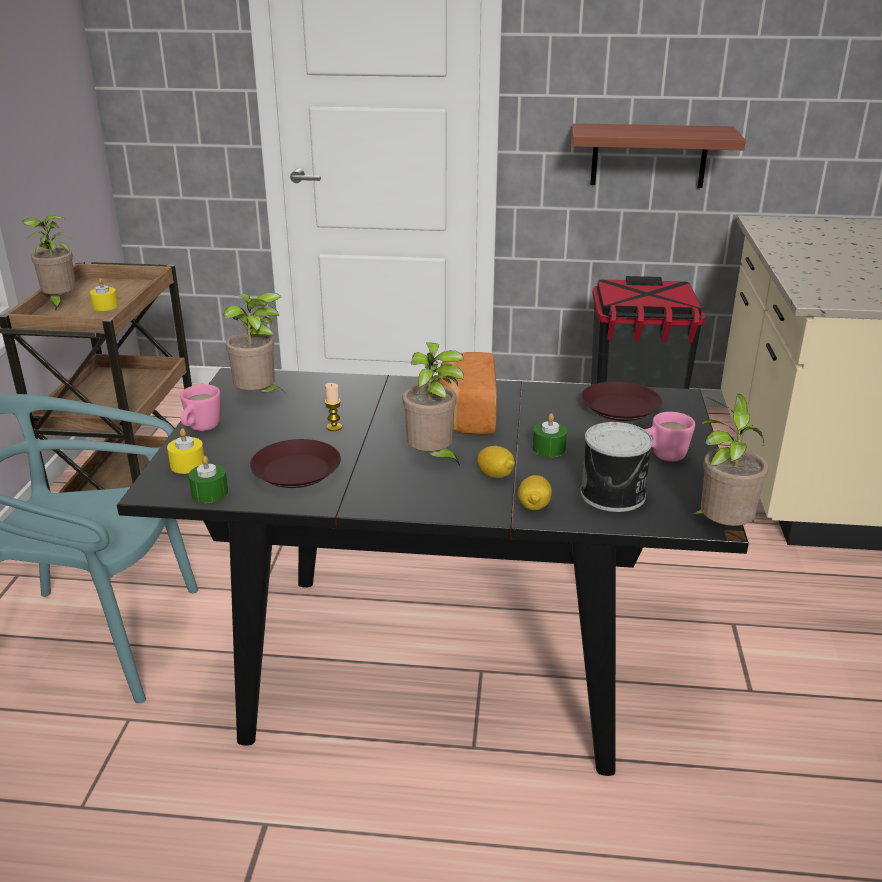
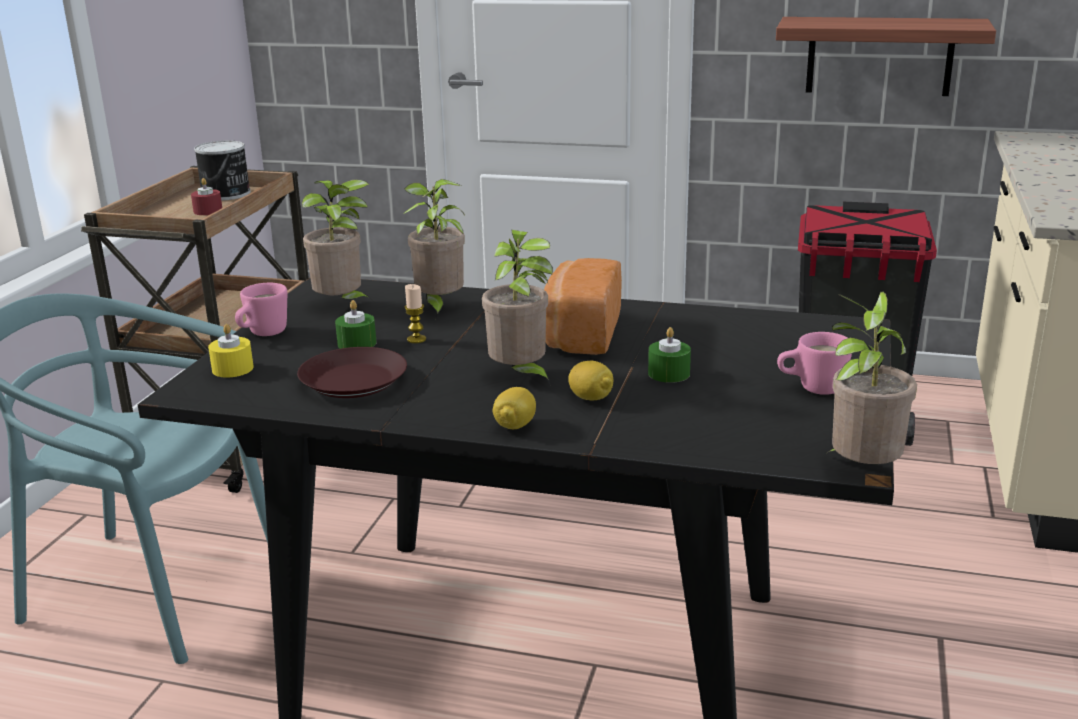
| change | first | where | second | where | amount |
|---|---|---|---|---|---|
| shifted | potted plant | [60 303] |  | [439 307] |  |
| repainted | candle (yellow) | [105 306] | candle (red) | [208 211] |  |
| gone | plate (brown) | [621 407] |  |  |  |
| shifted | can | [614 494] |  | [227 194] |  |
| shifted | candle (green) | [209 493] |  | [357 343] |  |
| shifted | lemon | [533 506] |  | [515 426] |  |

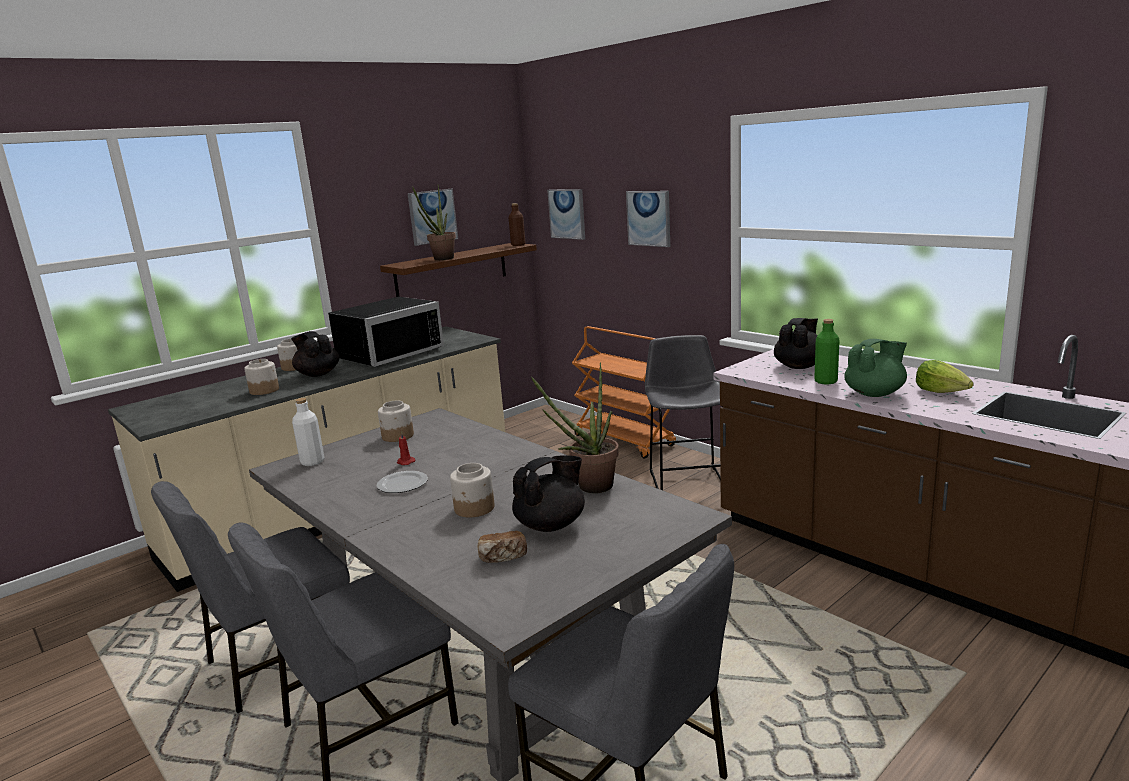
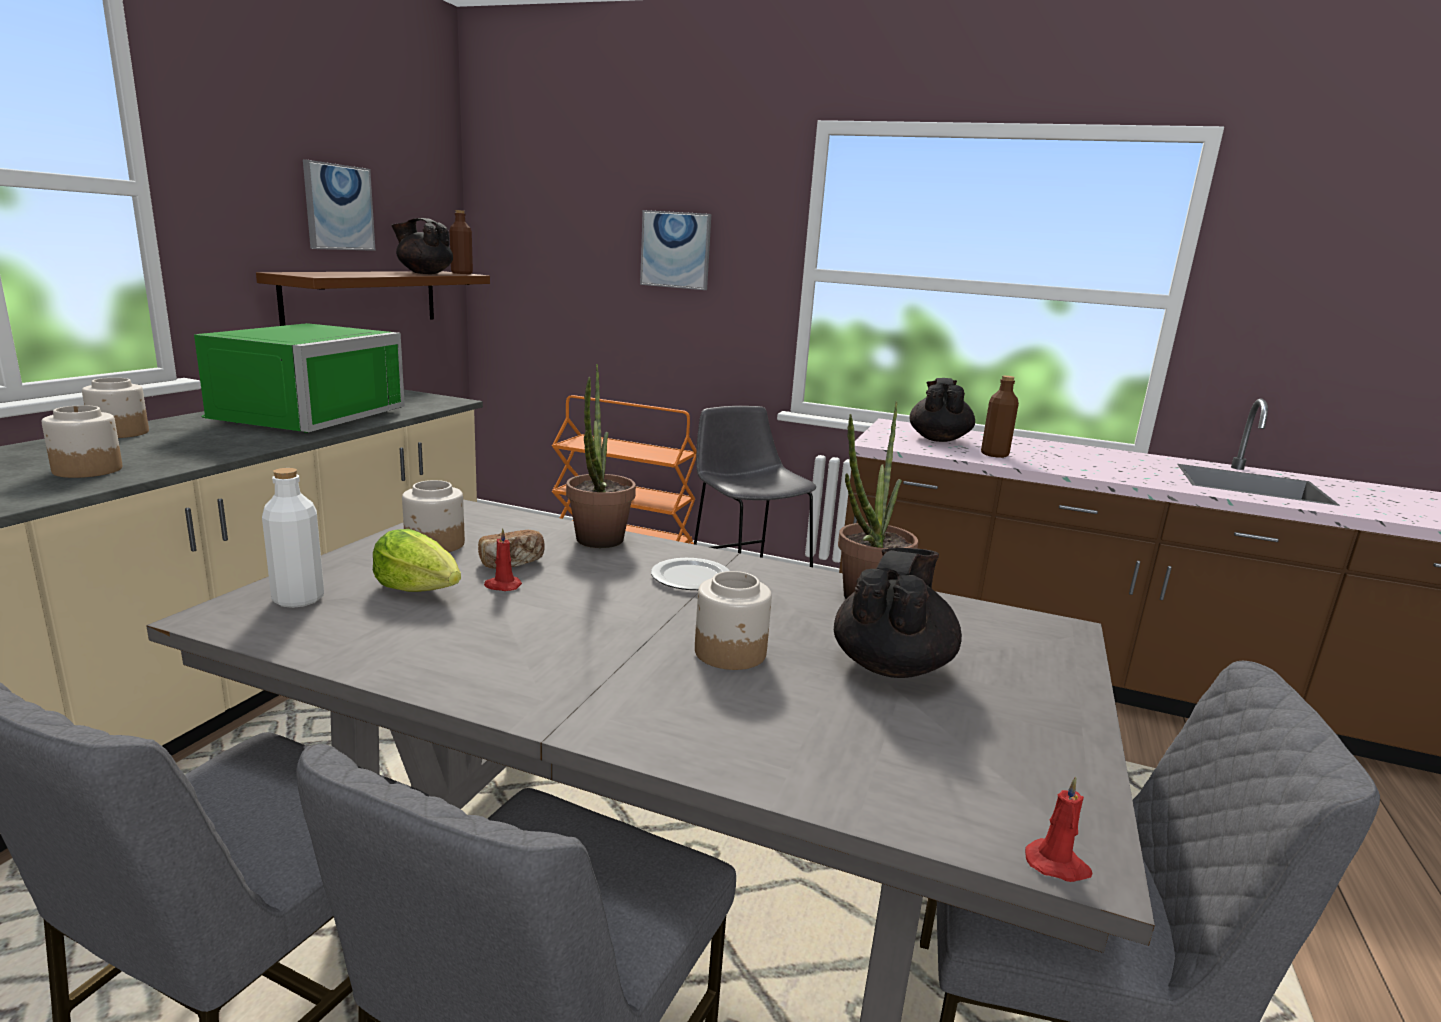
| change | first | where | second | where | amount |
|---|---|---|---|---|---|
| shifted | potted plant | [441 259] |  | [598 543] |  |
| gone | picture | [567 214] |  |  |  |
| repainted | microwave (black) | [387 353] | microwave (green) | [301 416] |  |
| repainted | bottle (green) | [825 381] | bottle (brown) | [994 454] |  |
| shifted | teapot (black) | [317 374] |  | [424 273] |  |
| gone | teapot (green) | [875 394] |  |  |  |
| shifted | lettuce | [941 392] |  | [420 589] |  |
| shifted | plate | [402 484] |  | [691 578] |  |
| shifted | bread | [503 558] |  | [512 563] |  |
| new |  |  | candle (red) | [1057 865] |  |

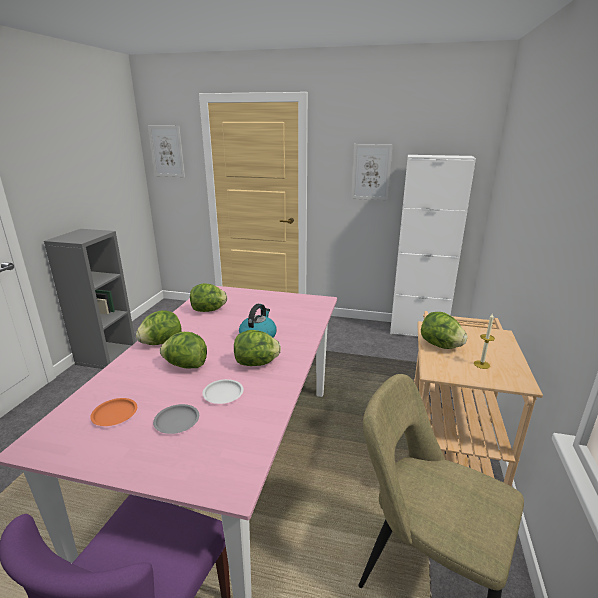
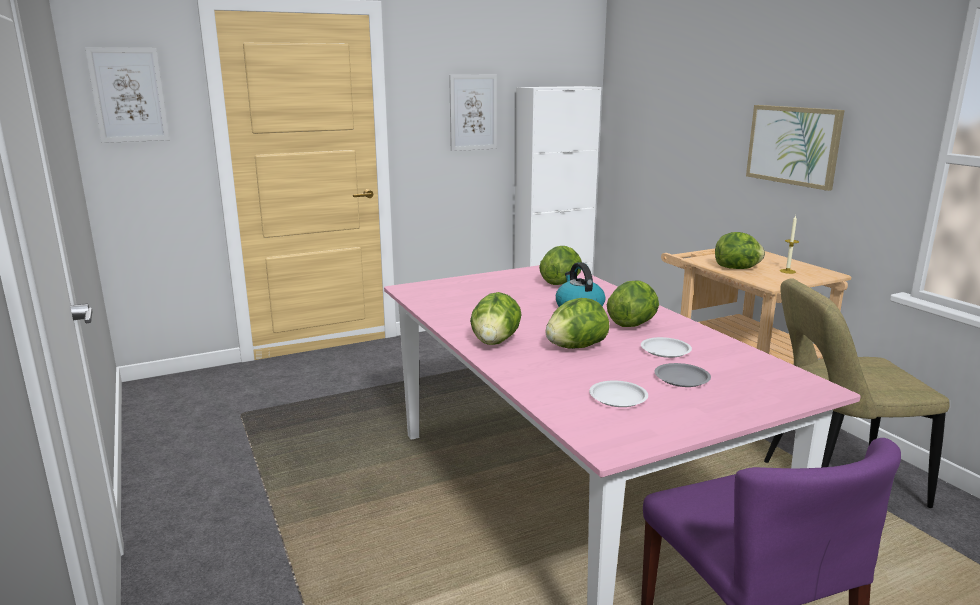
| change | first | where | second | where | amount |
|---|---|---|---|---|---|
| gone | bookcase (grey) | [106 355] |  |  |  |
| shifted | lettuce | [209 310] |  | [561 283] |  |
| repainted | plate (orange) | [114 415] | plate (white) | [618 398] |  |
| new |  |  | picture | [793 145] |  |

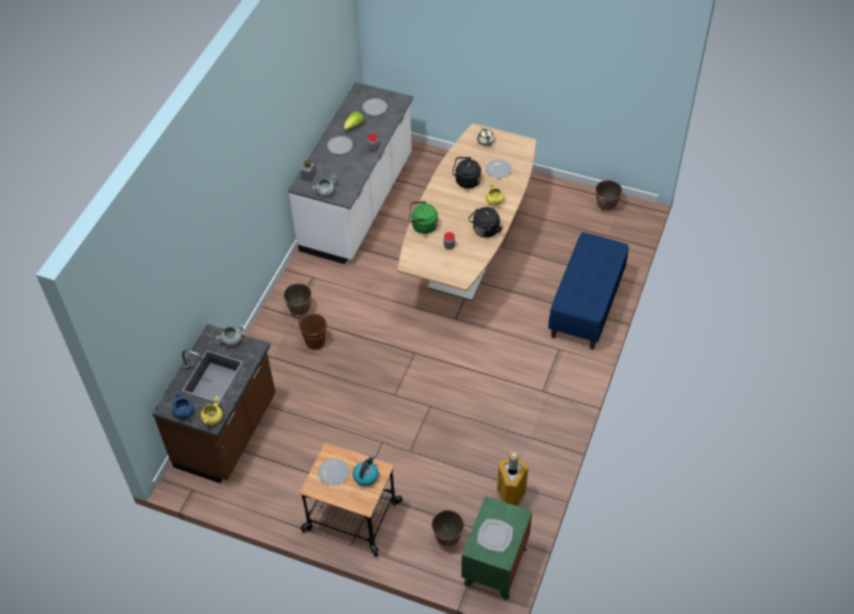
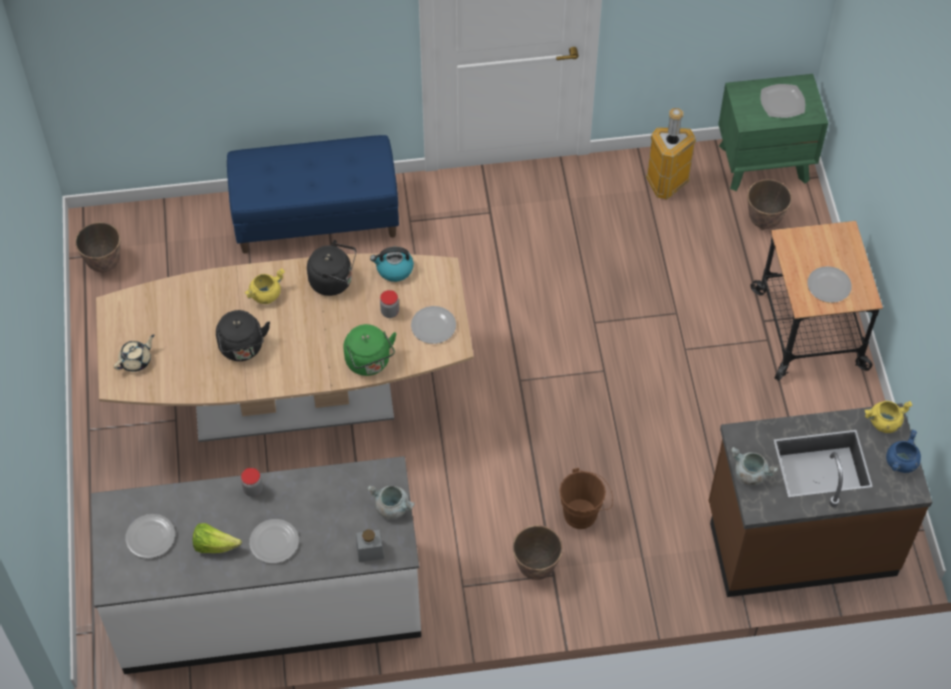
| change | first | where | second | where | amount |
|---|---|---|---|---|---|
| shifted | plate | [498 169] |  | [433 326] |  |
| shifted | kettle | [366 476] |  | [394 269] |  |

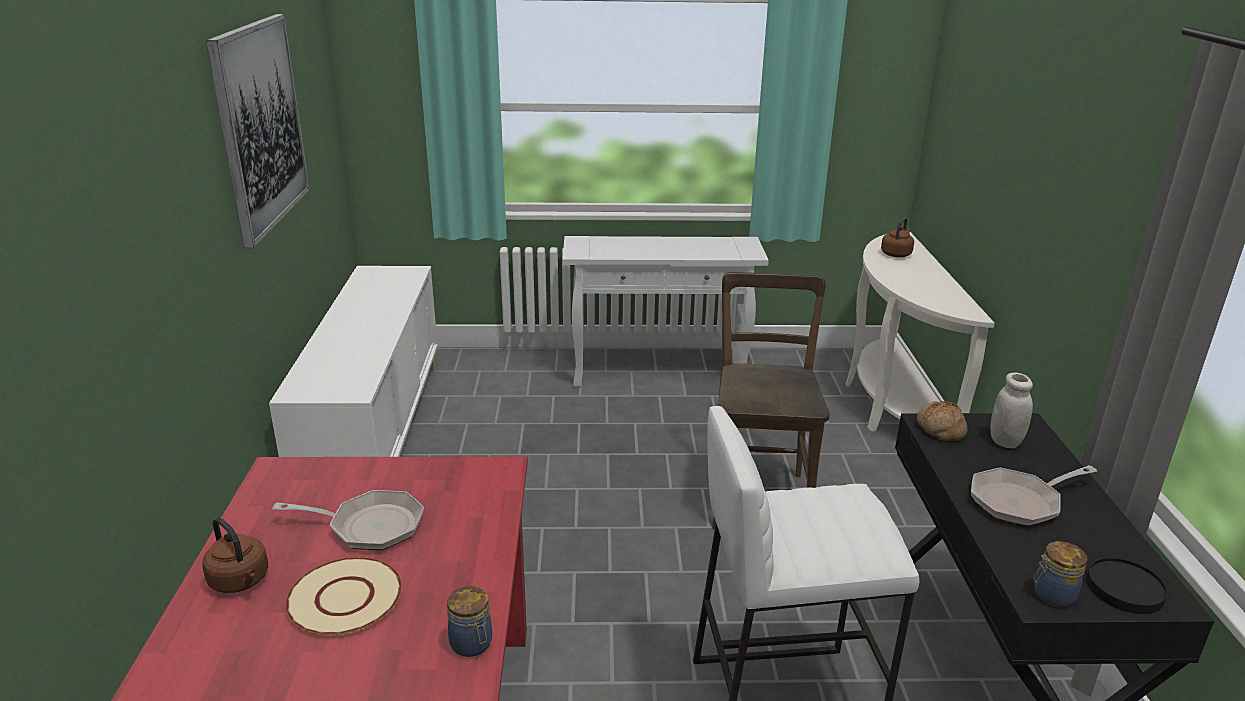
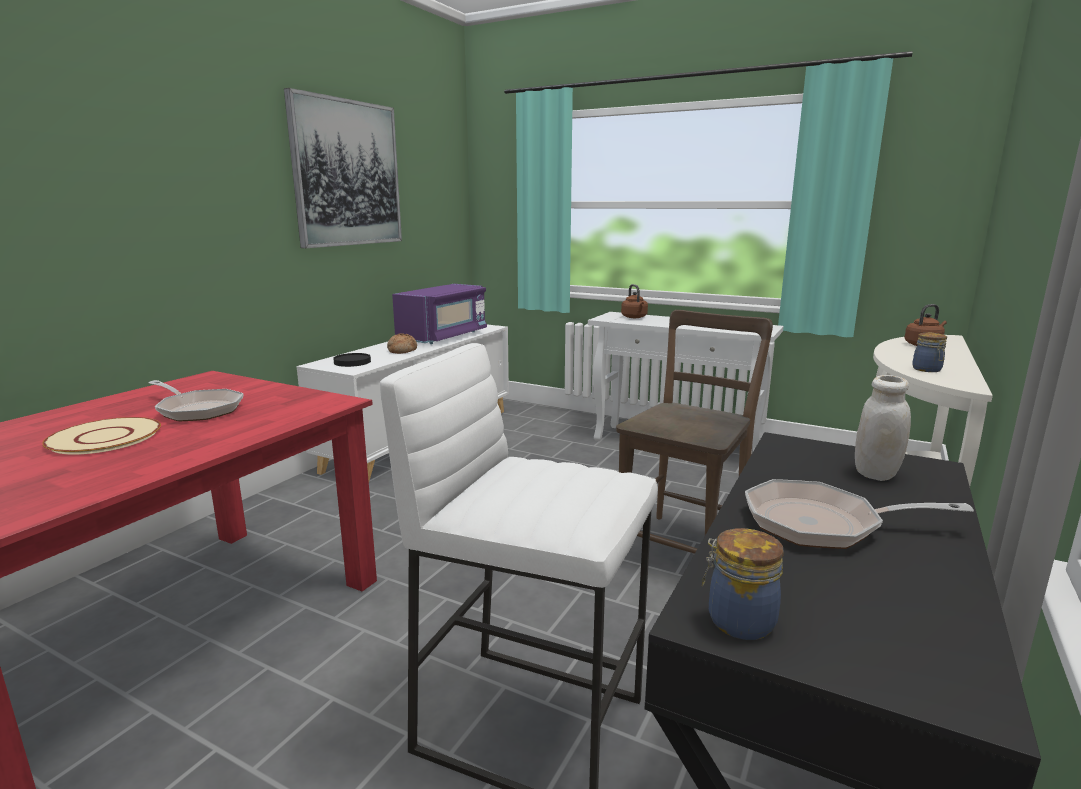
| change | first | where | second | where | amount |
|---|---|---|---|---|---|
| shifted | bread | [940 429] |  | [402 350] |  |
| shifted | kettle (brown) | [241 581] |  | [634 317] |  |
| shifted | plate (black) | [1124 588] |  | [352 362] |  |
| shifted | jar | [472 645] |  | [927 370] |  |
| new |  |  | microwave (purple) | [444 337] |  |

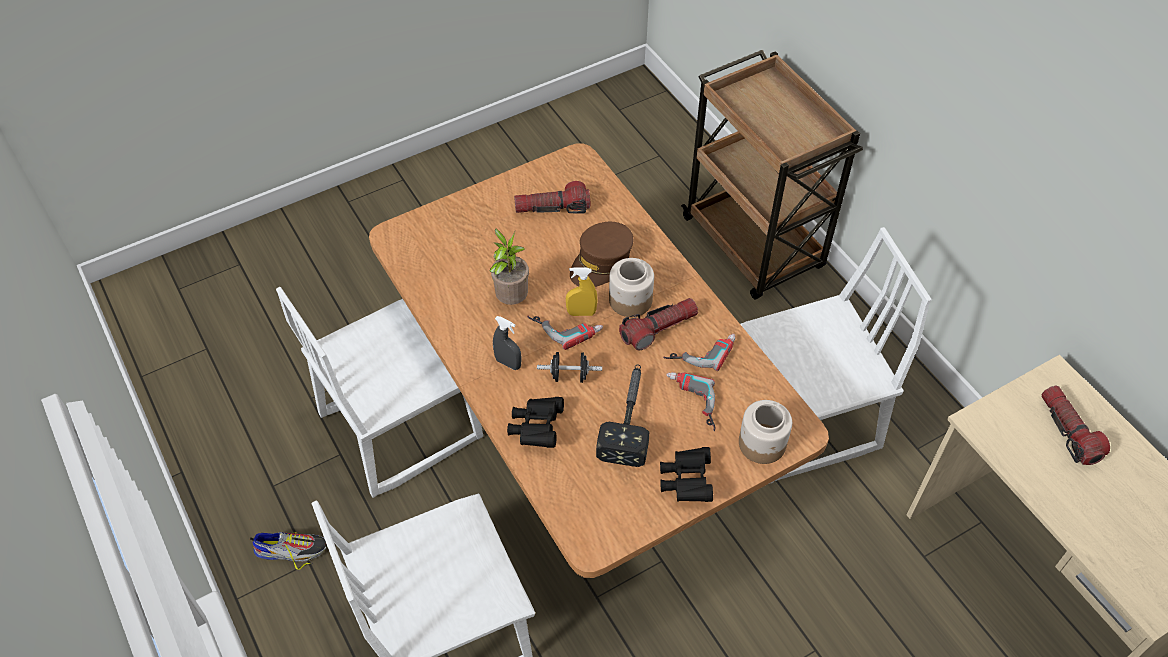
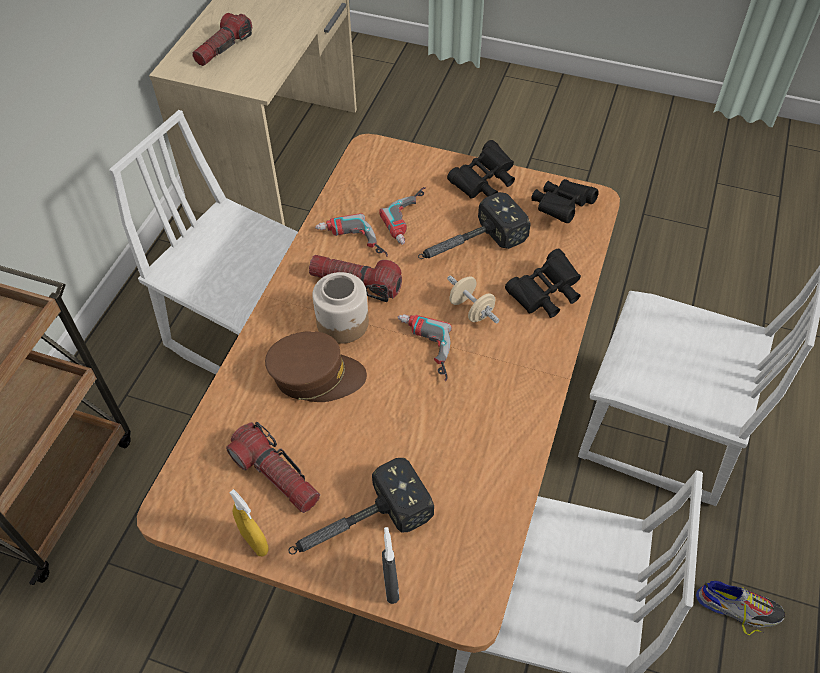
| change | first | where | second | where | amount |
|---|---|---|---|---|---|
| gone | potted plant | [511 299] |  |  |  |
| shifted | spray bottle (yellow) | [581 313] |  | [255 542] |  |
| shifted | spray bottle (grey) | [508 363] |  | [391 585] |  |
| repainted | dumbbell (black) | [569 375] | dumbbell (beige) | [471 309] |  |
| gone | jar | [762 444] |  |  |  |
| rotated | shoe | [292 549] |  | [738 607] | 150 degrees clockwise |
| new |  |  | binoculars (black) | [561 208] |  |
| new |  |  | hammer | [357 526] |  |

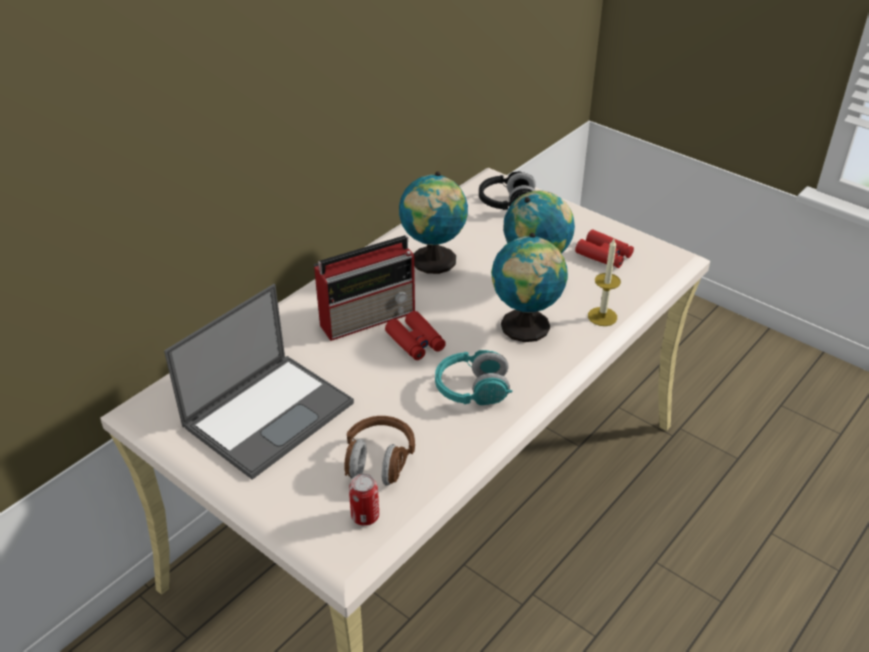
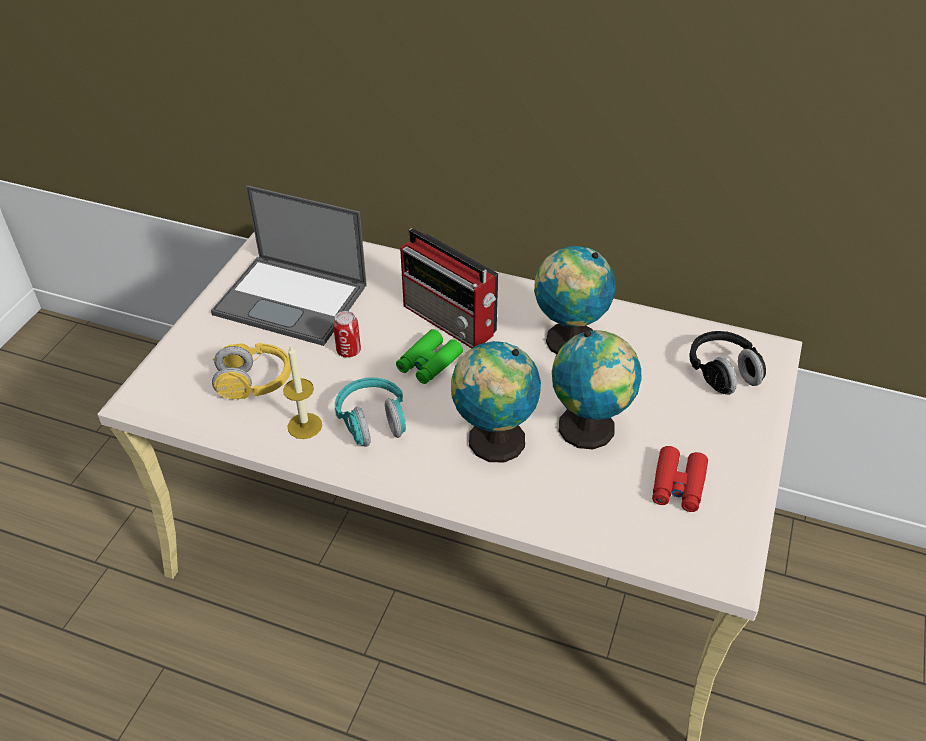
| change | first | where | second | where | amount |
|---|---|---|---|---|---|
| shifted | candle | [602 316] |  | [304 426] |  |
| repainted | binoculars (red) | [415 342] | binoculars (green) | [429 363] |  |
| repainted | headphones (brown) | [379 462] | headphones (yellow) | [254 383] |  |
| shifted | can | [365 516] |  | [348 351] |  |

